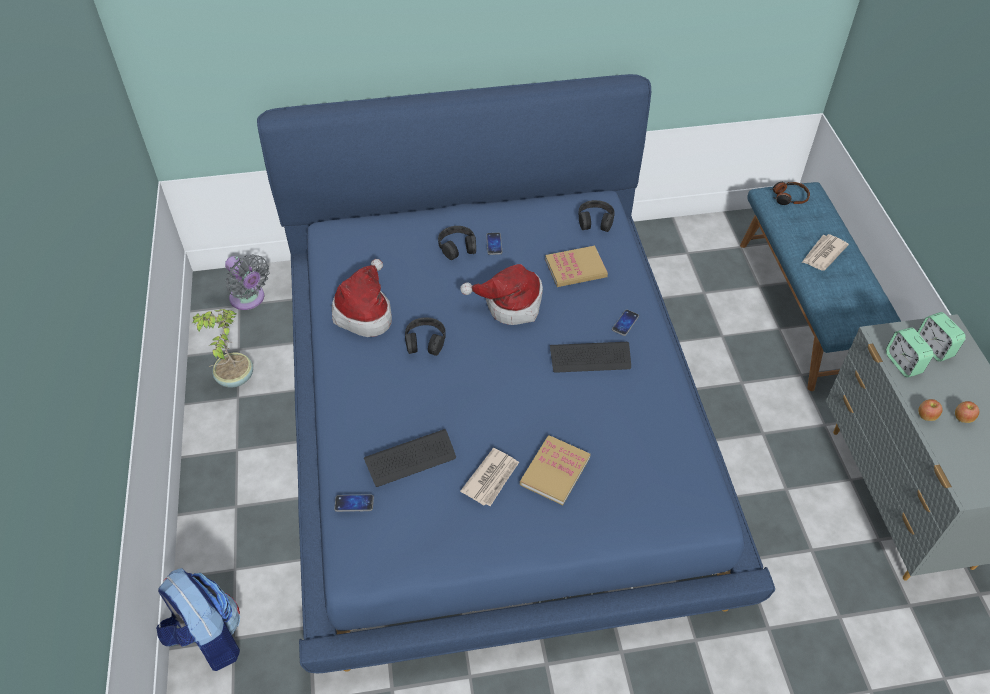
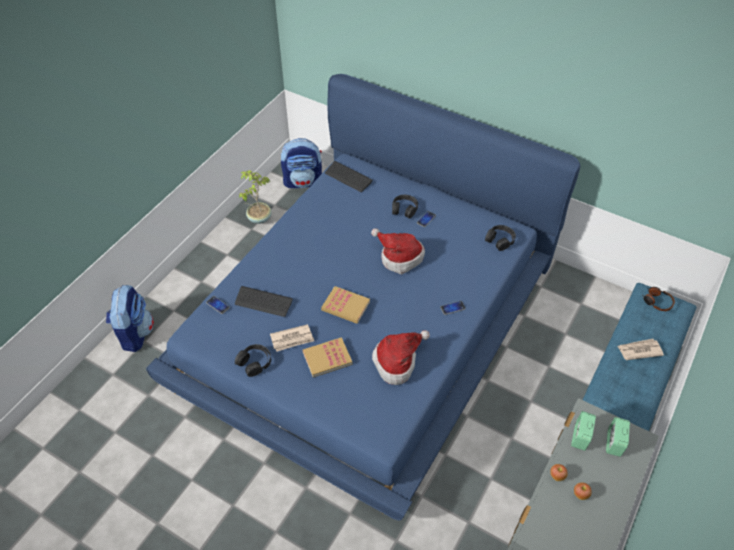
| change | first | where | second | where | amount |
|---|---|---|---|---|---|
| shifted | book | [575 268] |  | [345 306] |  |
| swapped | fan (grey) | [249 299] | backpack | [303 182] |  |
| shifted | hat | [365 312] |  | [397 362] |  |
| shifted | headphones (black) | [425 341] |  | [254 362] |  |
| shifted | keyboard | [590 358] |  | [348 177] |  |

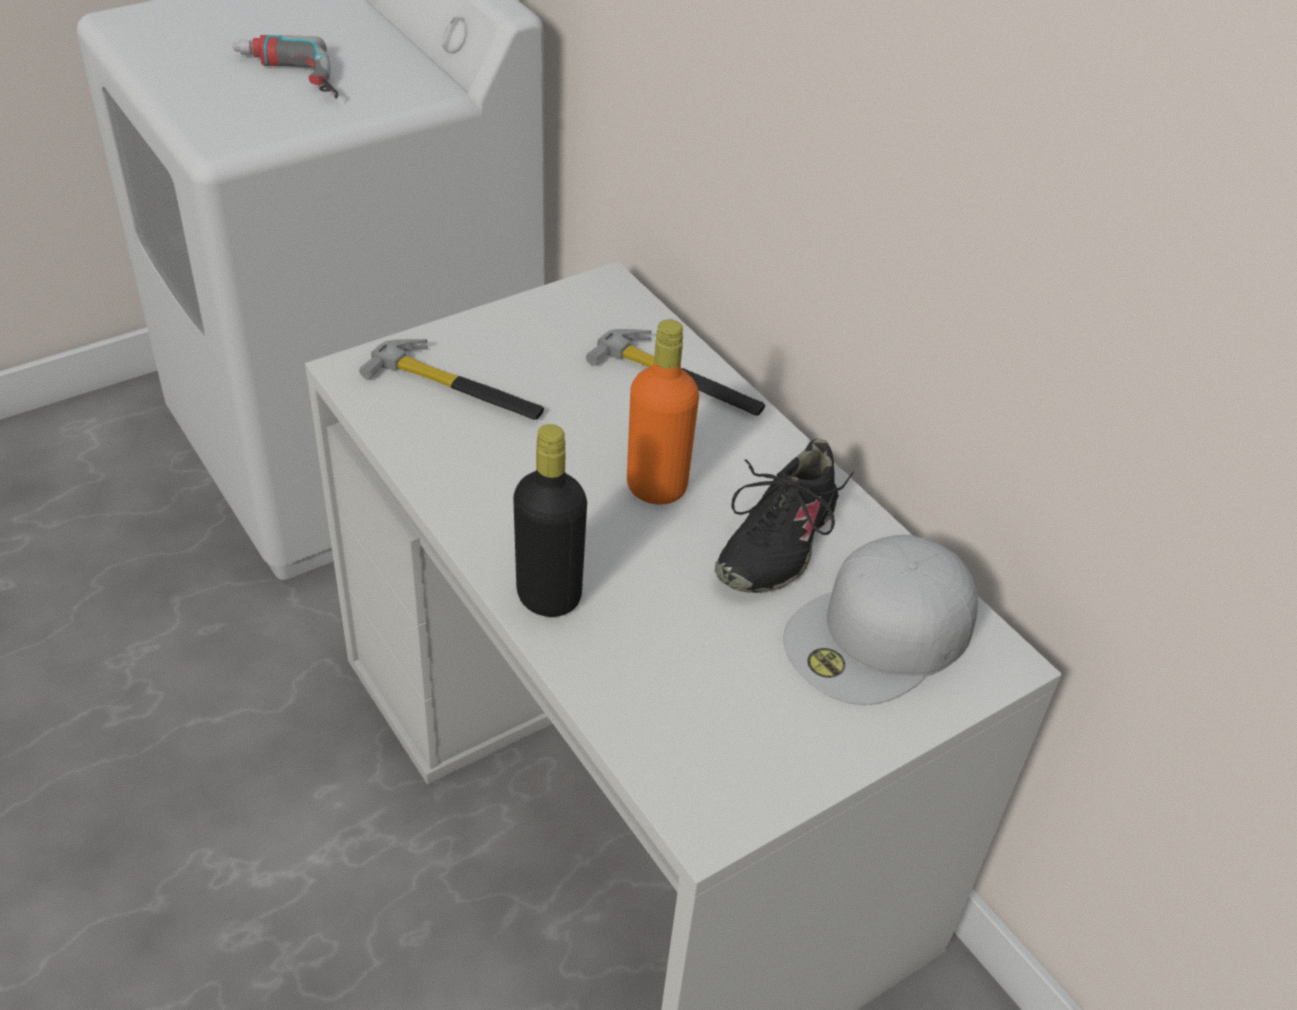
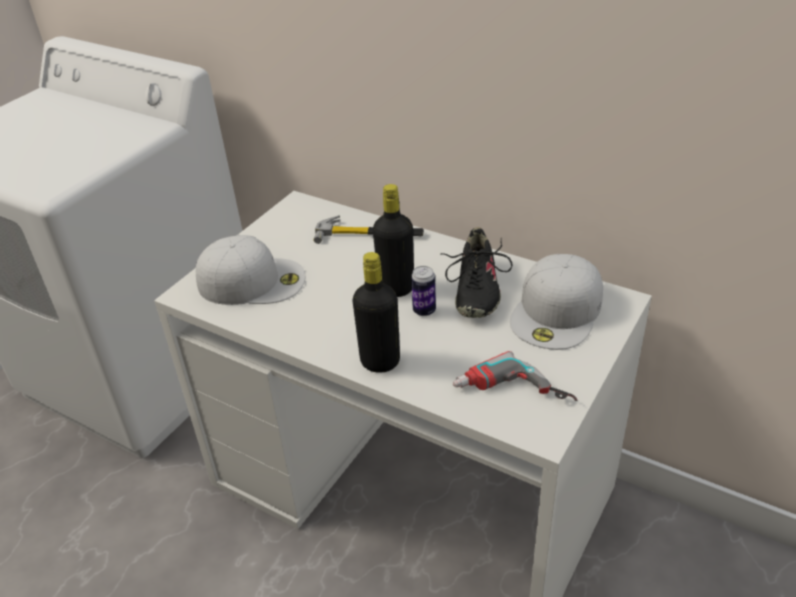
| change | first | where | second | where | amount |
|---|---|---|---|---|---|
| shifted | power drill | [285 79] |  | [511 396] |  |
| repainted | bottle (orange) | [656 488] | bottle (black) | [396 288] |  |
| swapped | hammer | [458 388] | cap (white) | [253 280] |  |
| new |  |  | can | [424 310] |  |

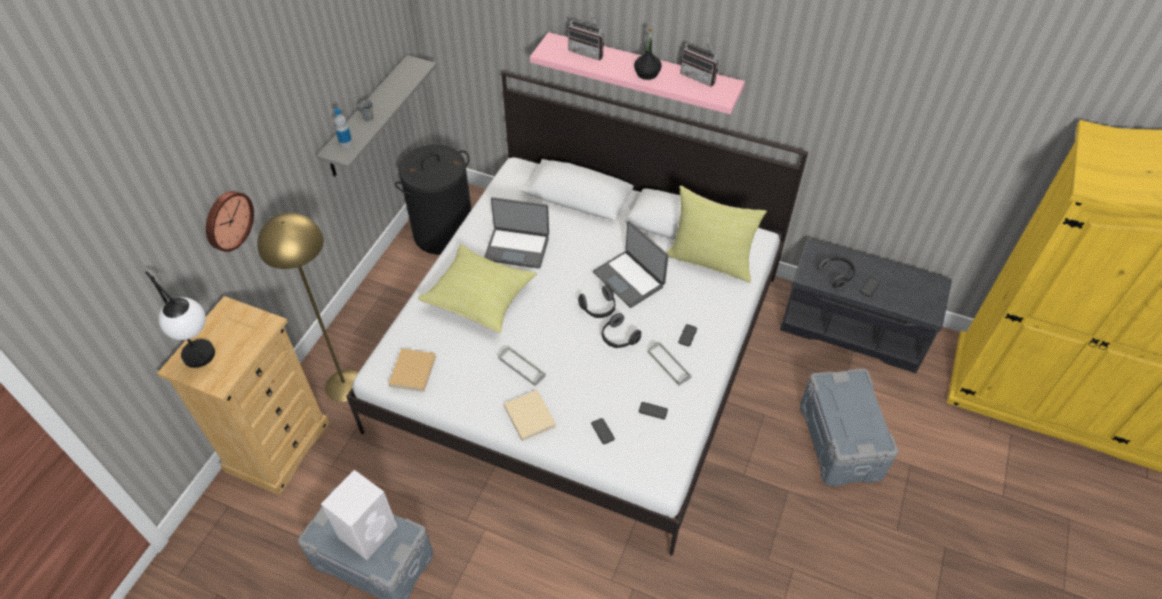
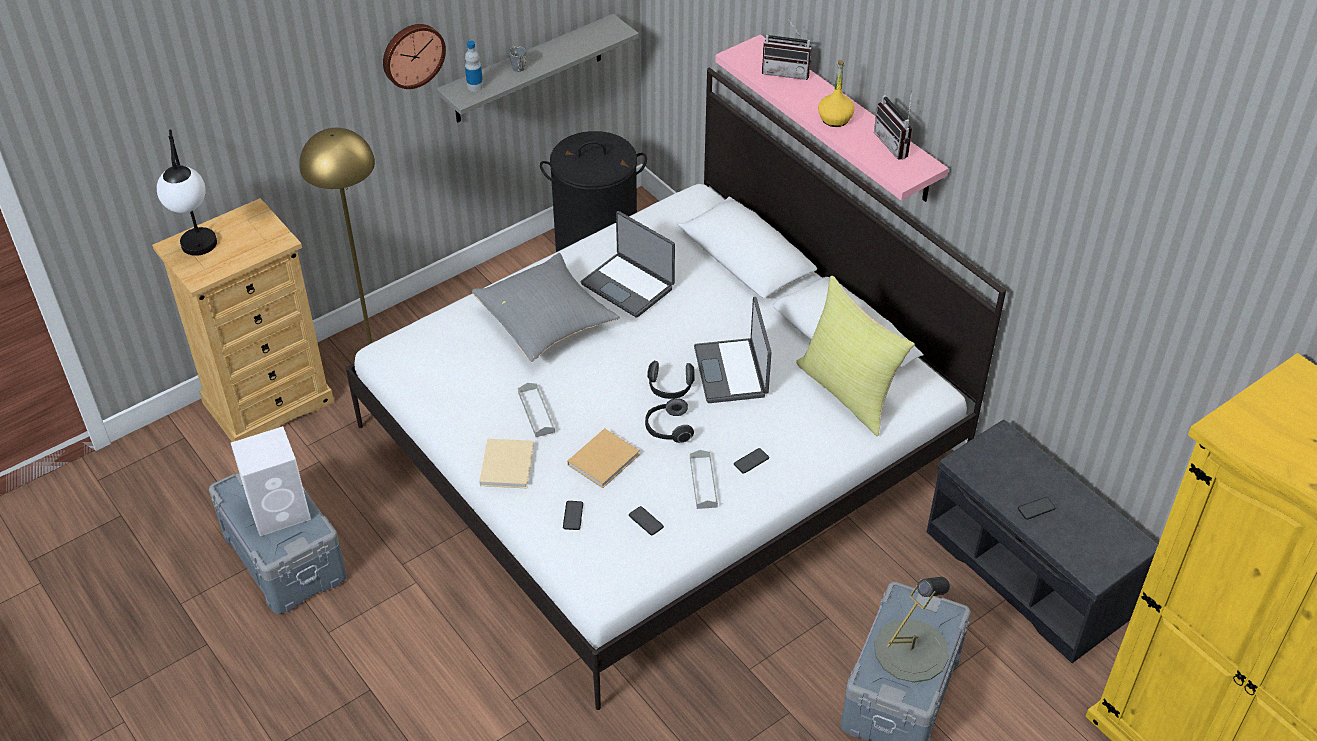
| change | first | where | second | where | amount |
|---|---|---|---|---|---|
| rotated | radio | [588 52] |  | [787 72] | 45 degrees counterclockwise |
| repainted | bottle (black) | [647 73] | bottle (yellow) | [835 119] |  |
| shifted | wall clock | [227 220] |  | [412 54] |  |
| repainted | pillow (yellow) | [481 299] | pillow (grey) | [547 323] |  |
| gone | headphones | [836 275] |  |  |  |
| shifted | book (beige) | [413 370] |  | [605 458] |  |
| new |  |  | table lamp (grey) | [911 650] |  |

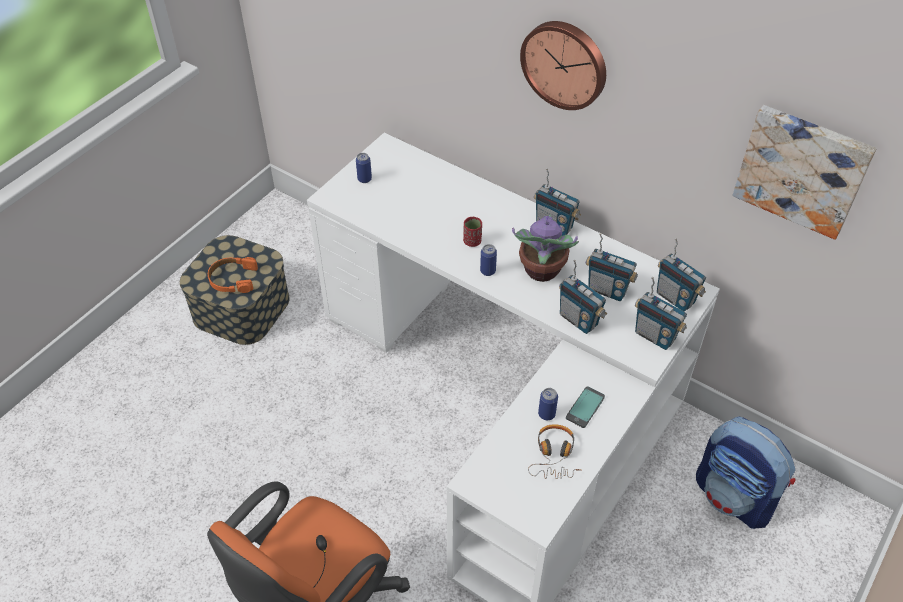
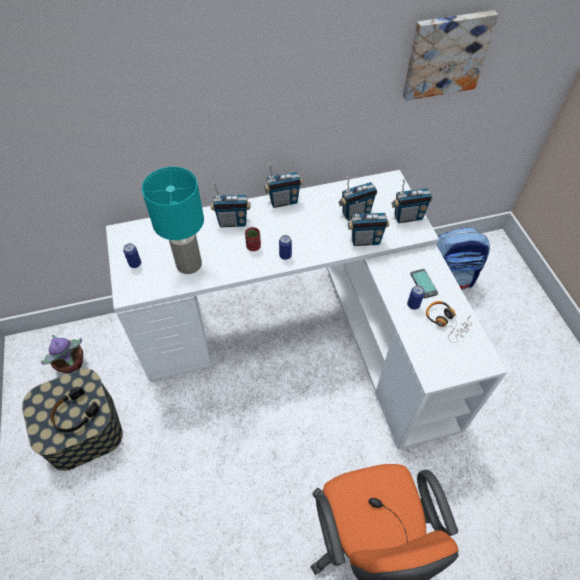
| change | first | where | second | where | amount |
|---|---|---|---|---|---|
| gone | wall clock | [565 63] |  |  |  |
| shifted | potted plant | [541 271] |  | [72 365] |  |
| shifted | radio | [675 298] |  | [232 222] |  |
| repainted | headphones (orange) | [233 279] | headphones (black) | [74 413] |  |
| new |  |  | table lamp (turquoise) | [189 265] |  |

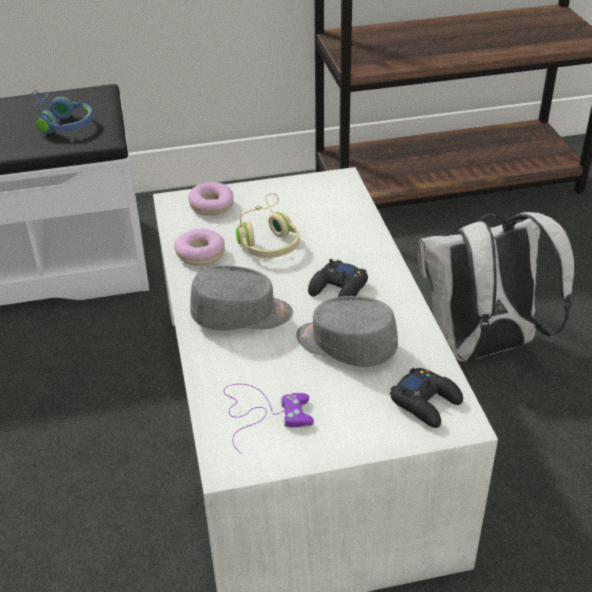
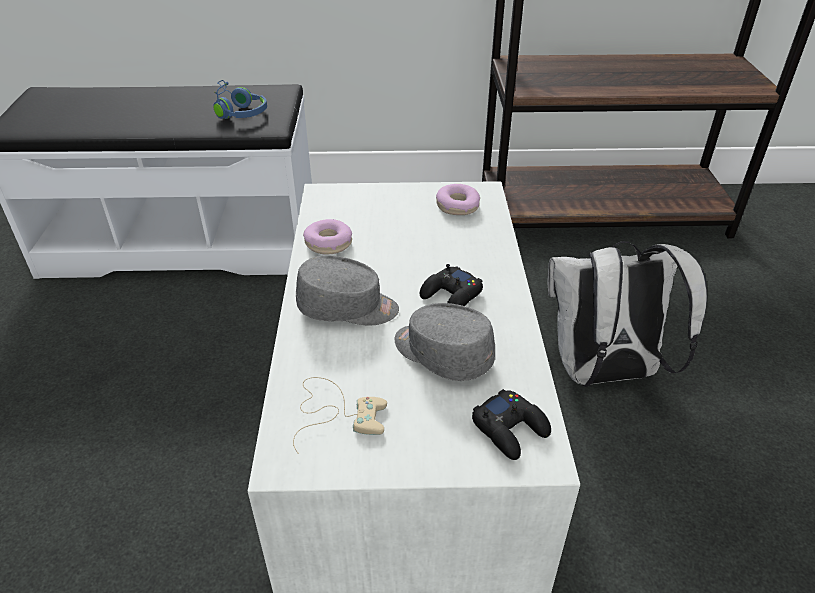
| change | first | where | second | where | amount |
|---|---|---|---|---|---|
| shifted | donut | [211 206] |  | [457 206] |  |
| gone | headphones (beige) | [268 239] |  |  |  |
| repainted | game controller (purple) | [262 413] | game controller (beige) | [335 412] |  |

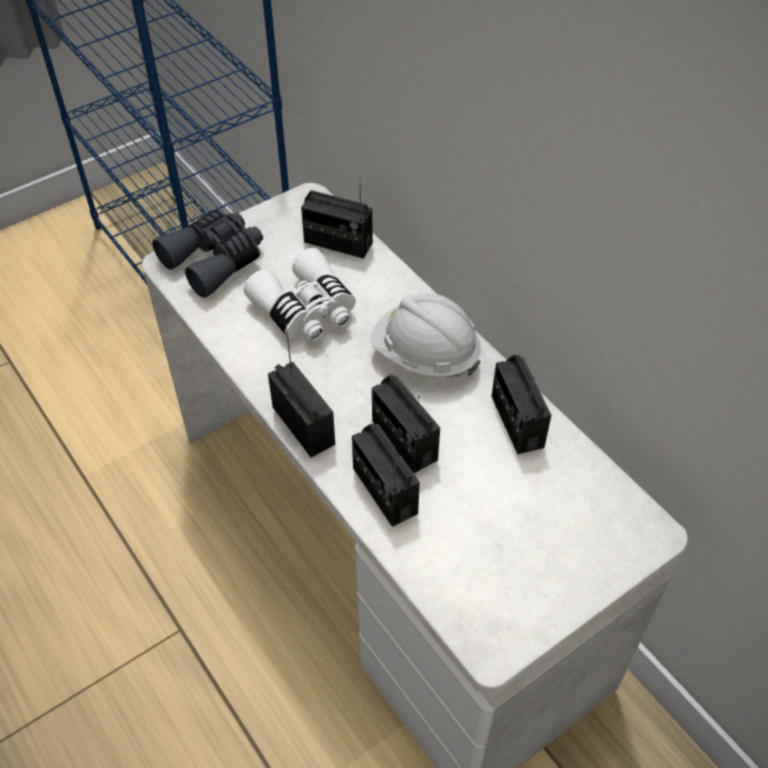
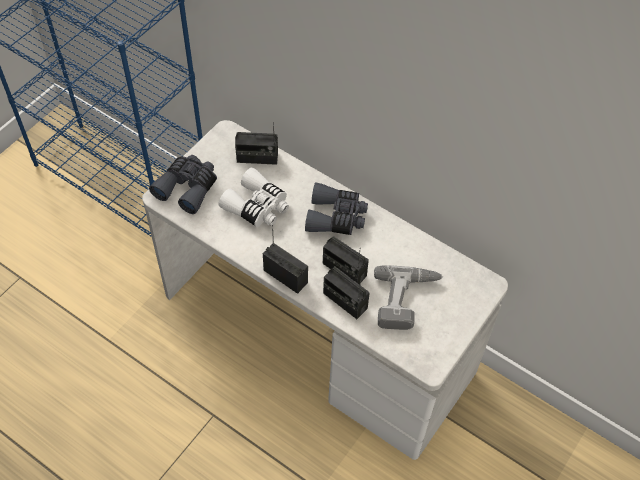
| change | first | where | second | where | amount |
|---|---|---|---|---|---|
| swapped | hard hat (white) | [425 356] | binoculars (grey) | [336 217] |  |
| gone | radio | [516 421] |  |  |  |
| new |  |  | power drill | [407 301] |  |

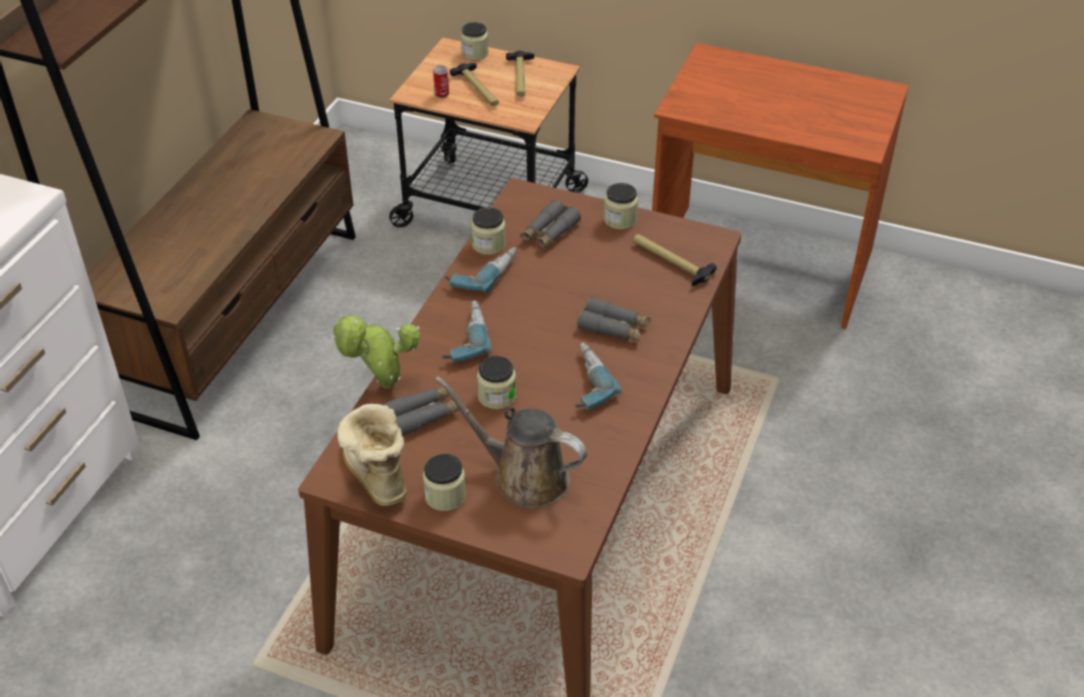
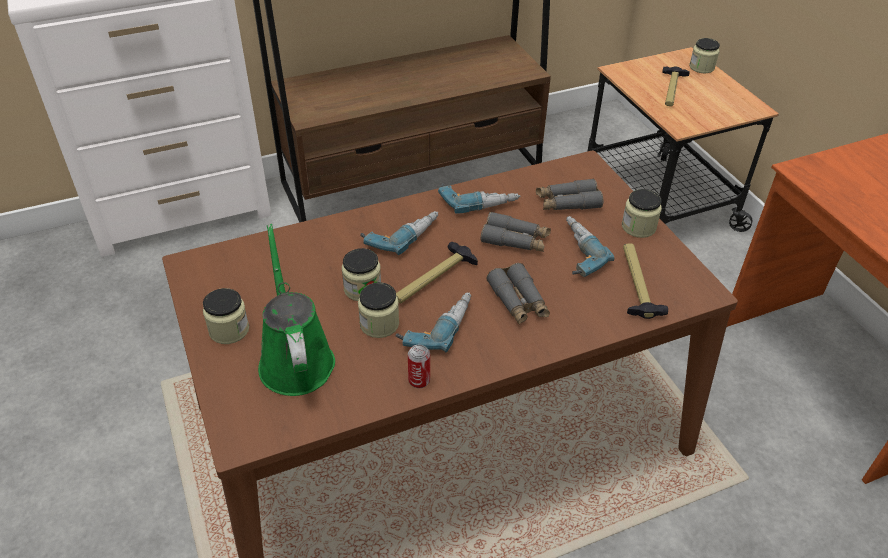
| change | first | where | second | where | amount |
|---|---|---|---|---|---|
| shifted | hammer | [520 78] |  | [433 279] |  |
| shifted | can | [441 94] |  | [419 381] |  |
| shifted | jar | [488 244] |  | [379 324] |  |
| gone | potted plant | [382 386] |  |  |  |
| repainted | watering can (brown) | [524 476] | watering can (green) | [295 359] |  |
| shifted | binoculars (grey) | [422 415] |  | [515 240] |  |
| gone | boot | [374 475] |  |  |  |
| new |  |  | power drill | [574 252] |  |

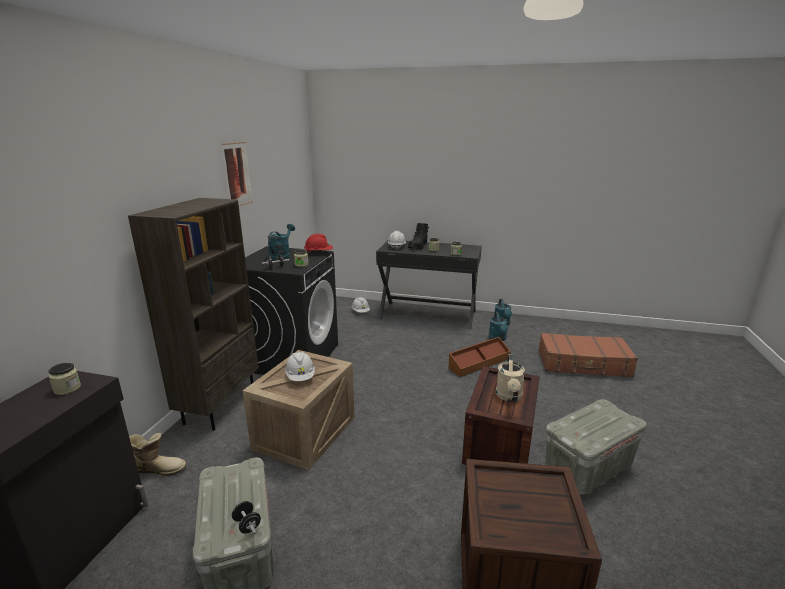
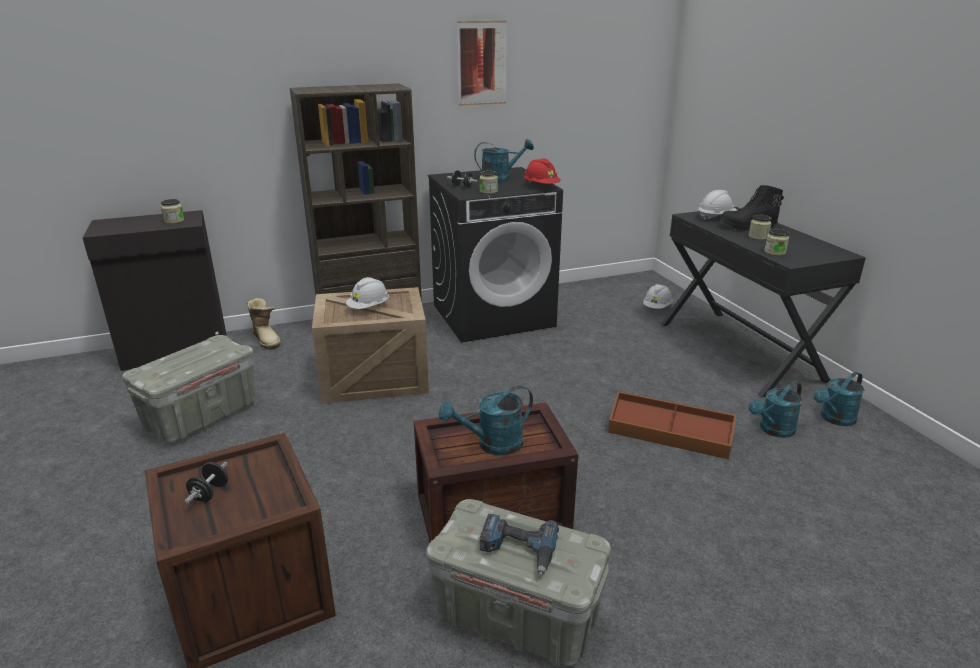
| change | first | where | second | where | amount |
|---|---|---|---|---|---|
| gone | suitcase (brown) | [583 364] |  |  |  |
| repainted | watering can (beige) | [509 397] | watering can (turquoise) | [492 445] |  |
| shifted | dumbbell (black) | [247 525] |  | [210 493] |  |
| new |  |  | power drill | [518 549] |  |

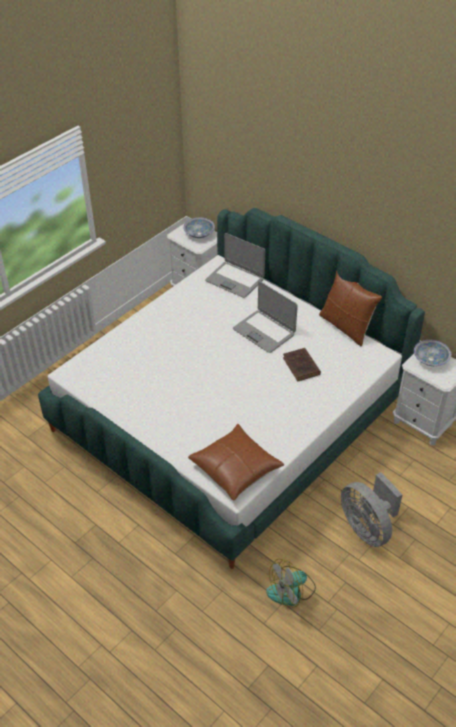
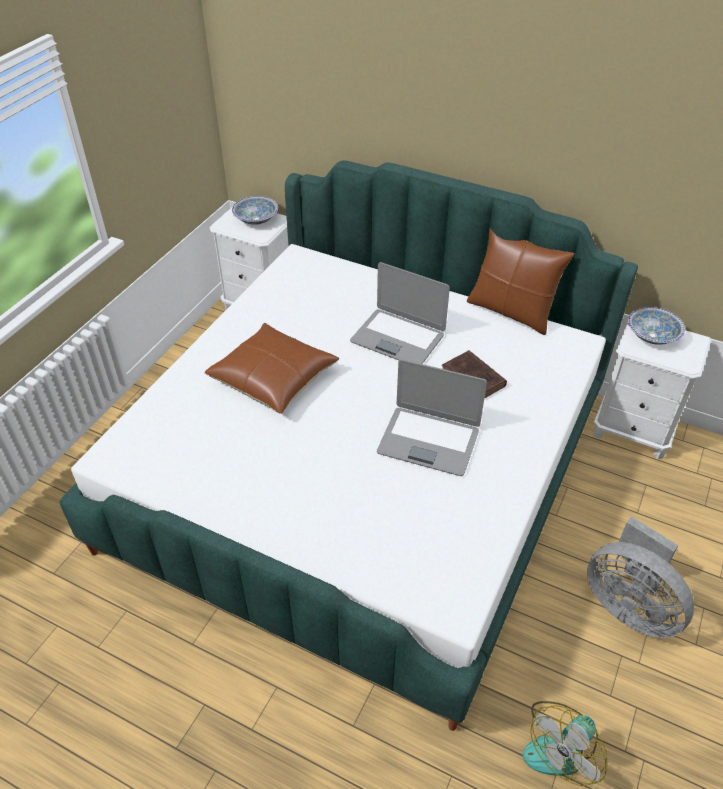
| change | first | where | second | where | amount |
|---|---|---|---|---|---|
| shifted | laptop | [235 280] |  | [429 441] |  |
| shifted | pillow (brown) | [235 468] |  | [273 378] |  |

